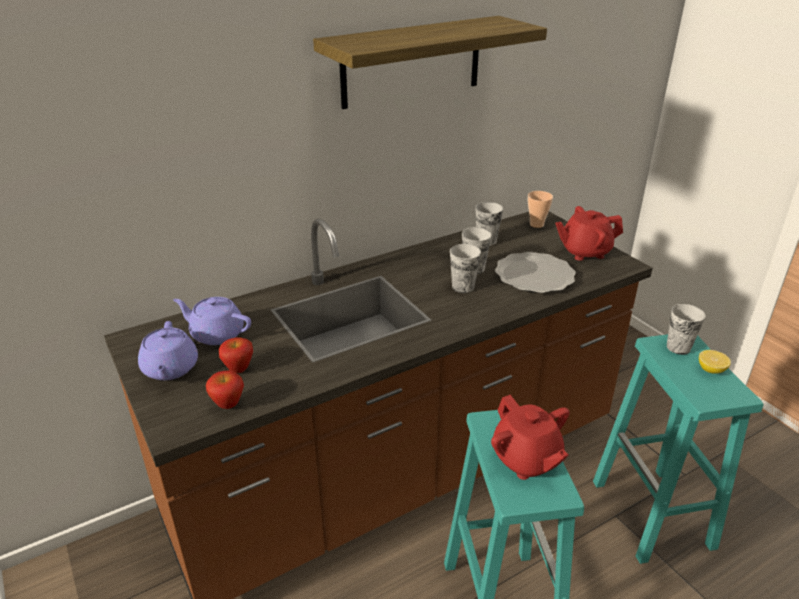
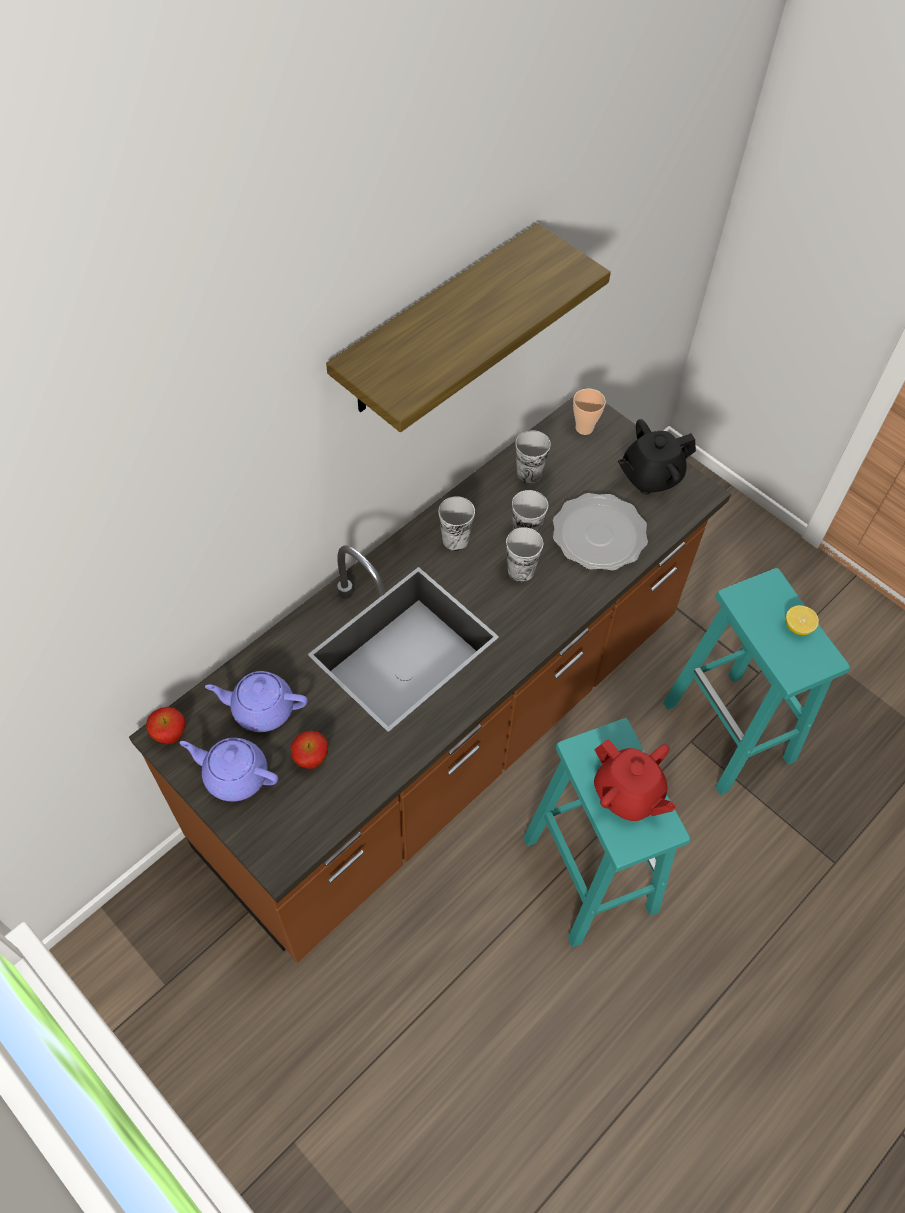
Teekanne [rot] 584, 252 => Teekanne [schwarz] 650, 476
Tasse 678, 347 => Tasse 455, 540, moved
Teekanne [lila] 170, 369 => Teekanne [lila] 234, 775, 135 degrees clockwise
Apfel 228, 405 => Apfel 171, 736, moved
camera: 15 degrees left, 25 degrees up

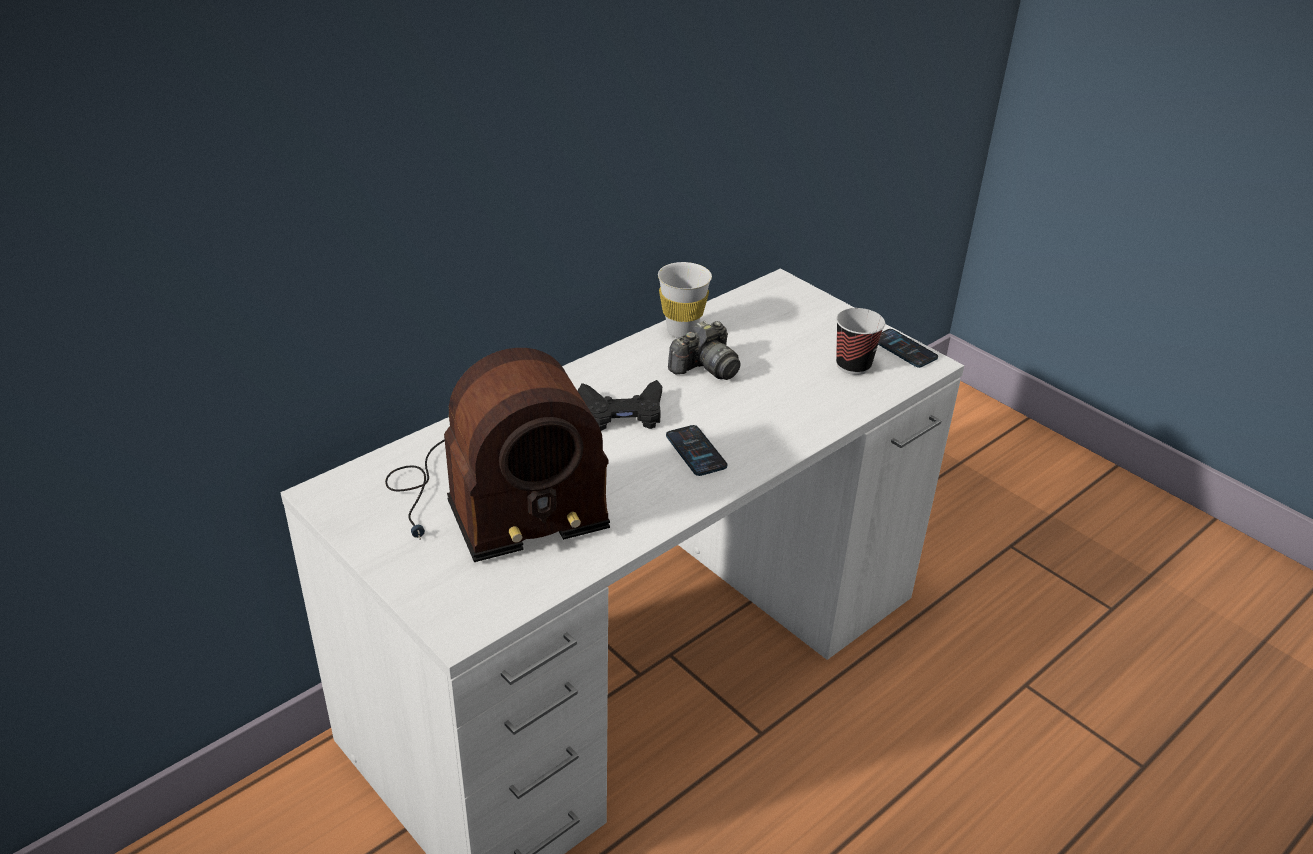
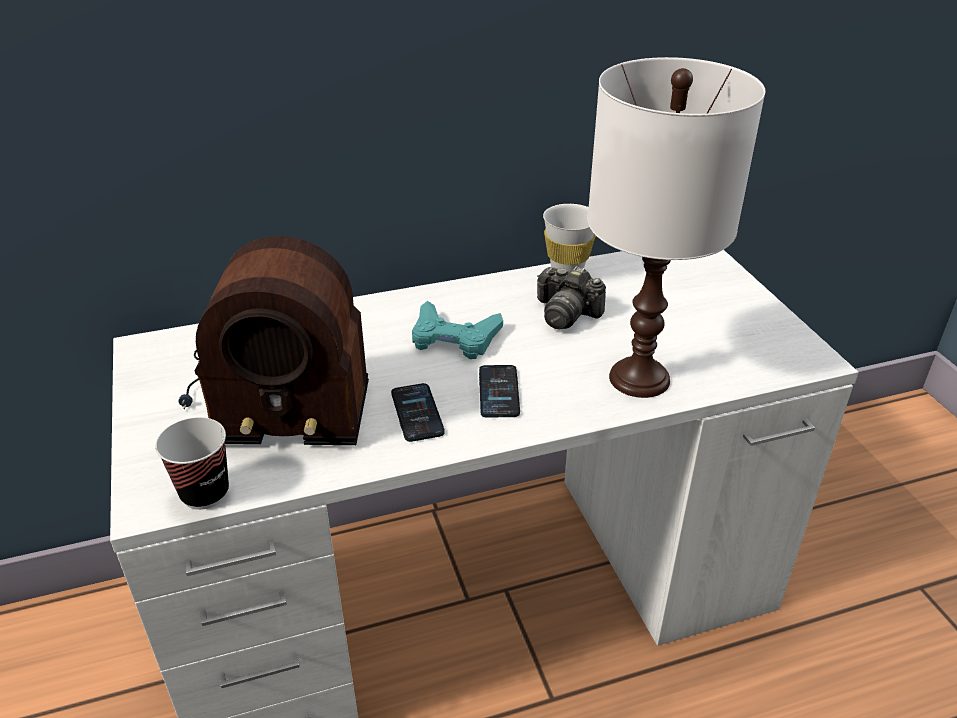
Tasse 853, 365 => Tasse 205, 493, moved
Kamera 705, 368 => Kamera 566, 314, 45 degrees clockwise
Handy 904, 349 => Handy 417, 413, moved
Gamepad [schwarz] 622, 413 => Gamepad [türkis] 454, 338
nothing => Tischlampe [weiß] 640, 378
camera: 25 degrees right, 0 degrees up

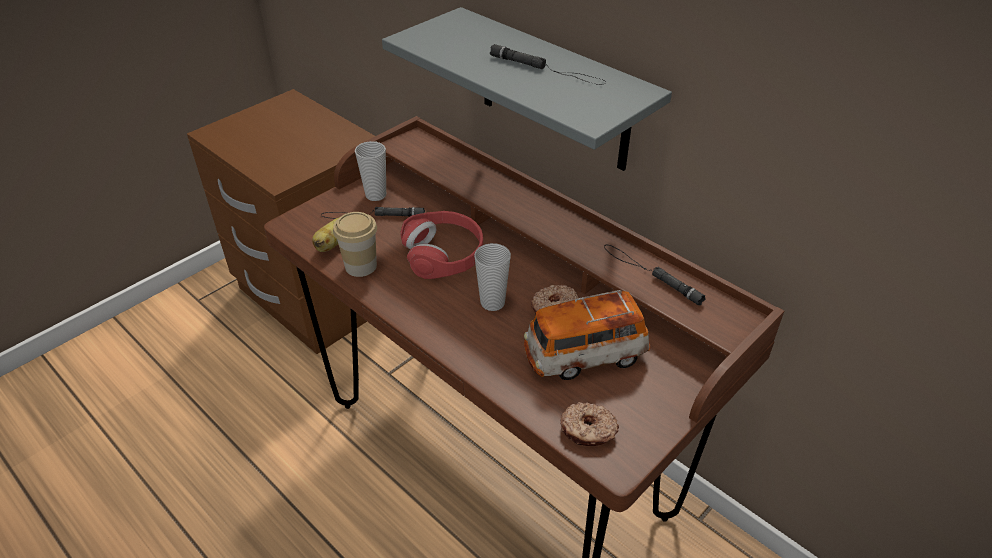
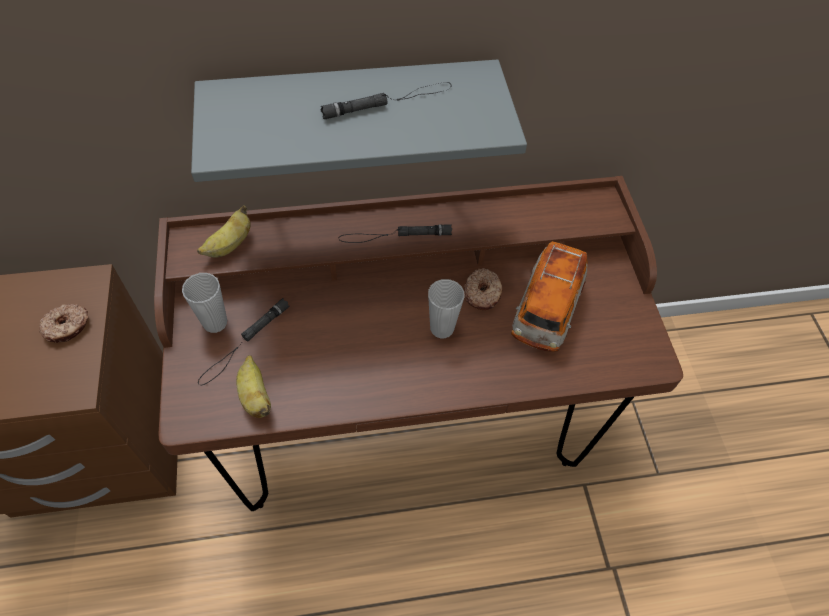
Kopfhörer [rot] 444, 254 => nothing
Tasse 361, 266 => nothing
Taschenlampe [schwarz] 650, 274 => Taschenlampe [schwarz] 395, 236, moved
Donut 588, 431 => Donut 67, 327, moved
nothing => Banane 229, 245
camera: 55 degrees left, 15 degrees up

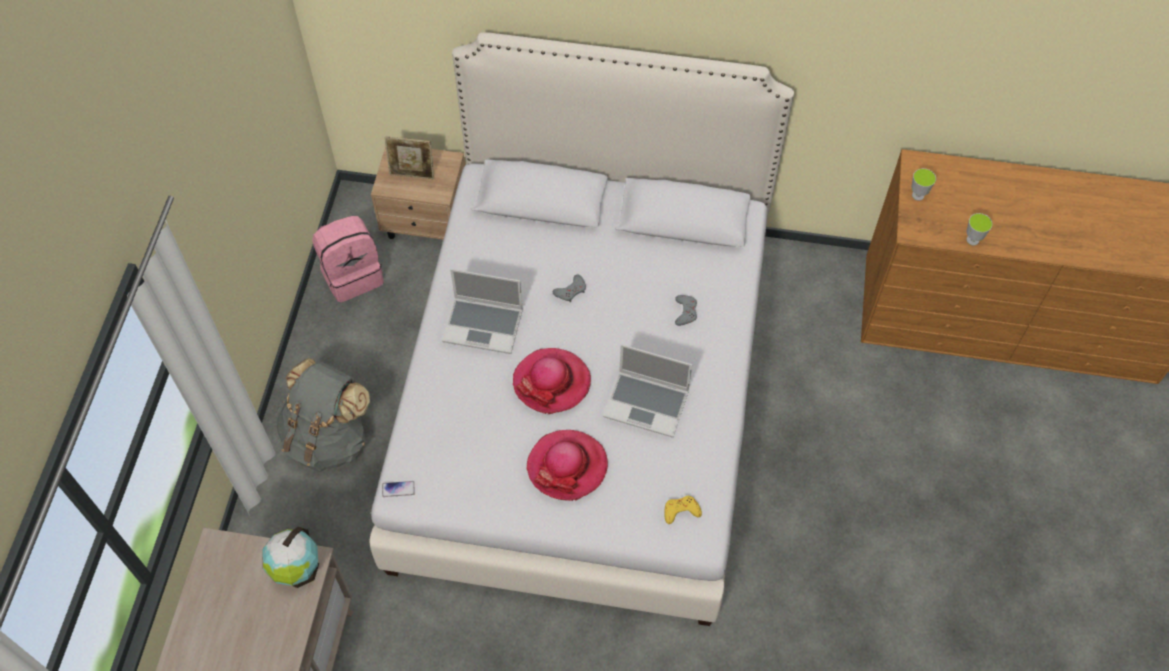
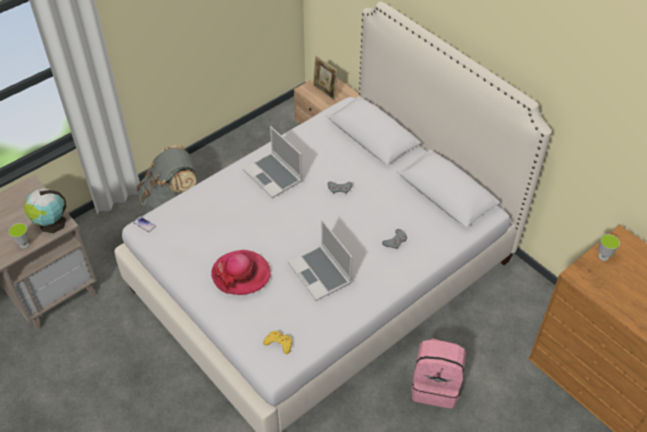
Tasse 972, 240 => Tasse 24, 244, moved
Rucksack [rosa] 352, 275 => Rucksack [rosa] 436, 386, moved
Hut 551, 382 => nothing
camera: 40 degrees right, 10 degrees down

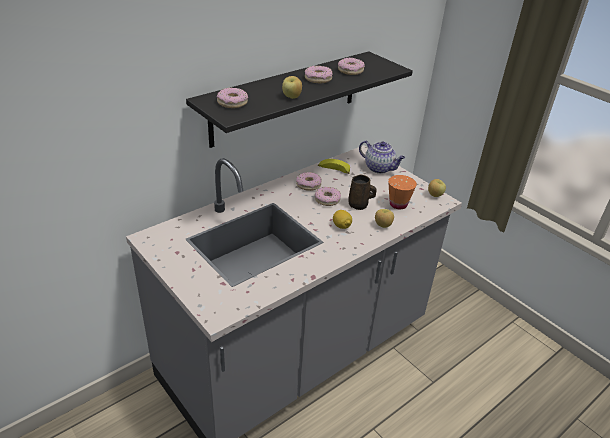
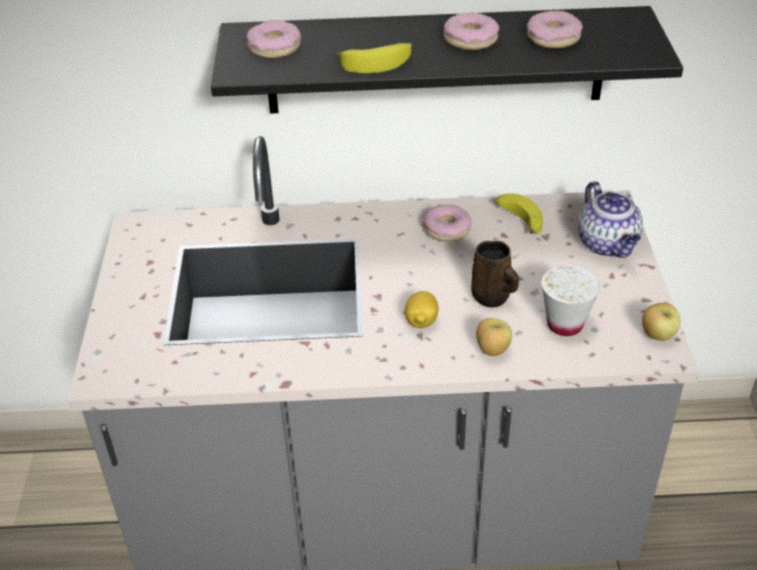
Apfel 292, 97 => Banane 378, 63
Tasse [orange] 398, 204 => Tasse [weiß] 564, 324
Donut 327, 199 => nothing
camera: 40 degrees right, 5 degrees up

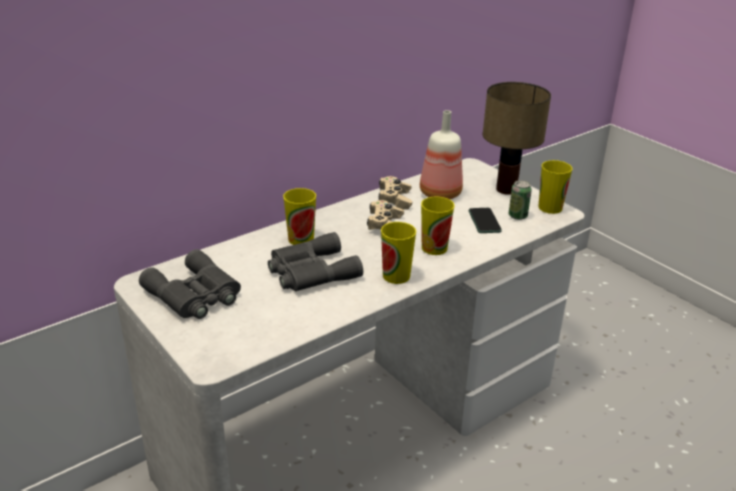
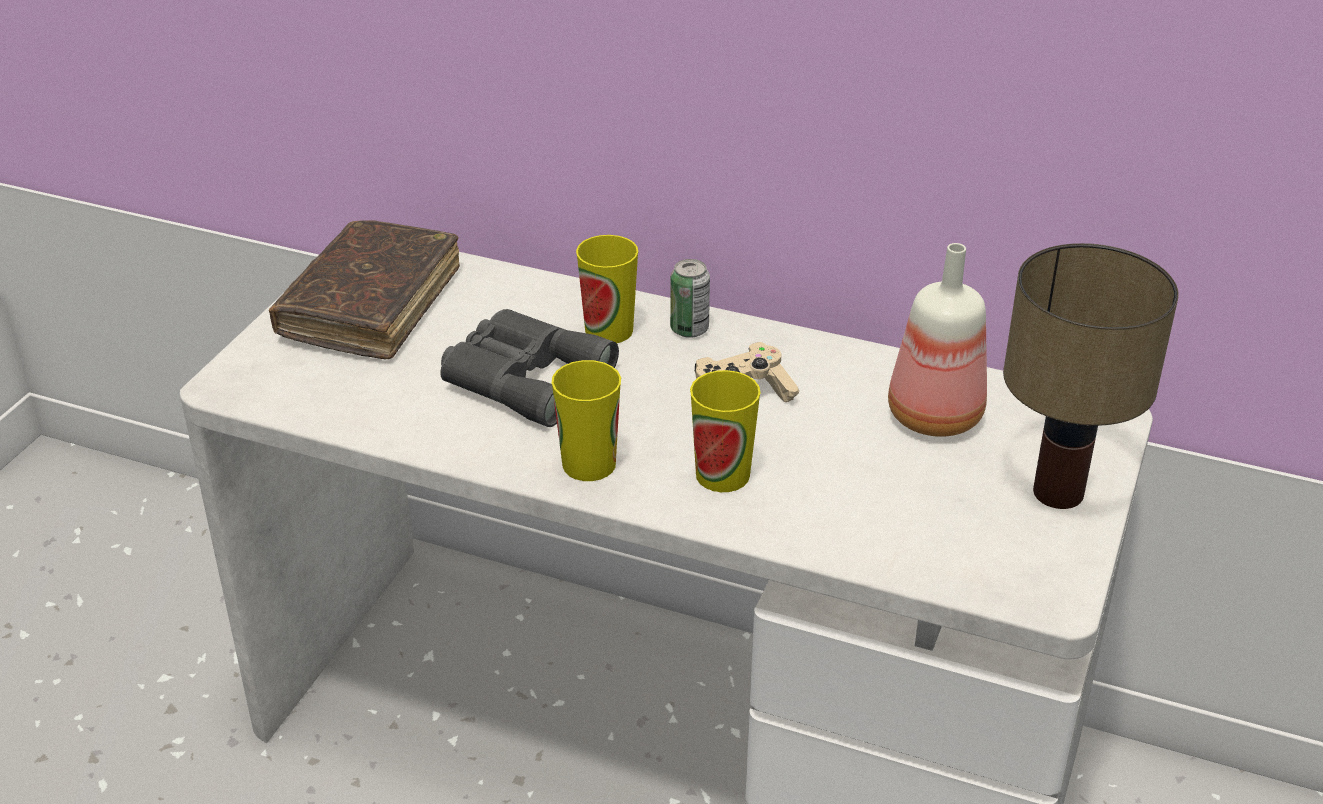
Tasse 550, 207 => nothing
Gamepad [beige] 394, 200 => nothing
Dose 517, 216 => Dose 689, 329, moved
Handy 484, 221 => nothing
Fernglas [grau] 195, 295 => Buch [braun] 371, 305
camera: 60 degrees right, 5 degrees up

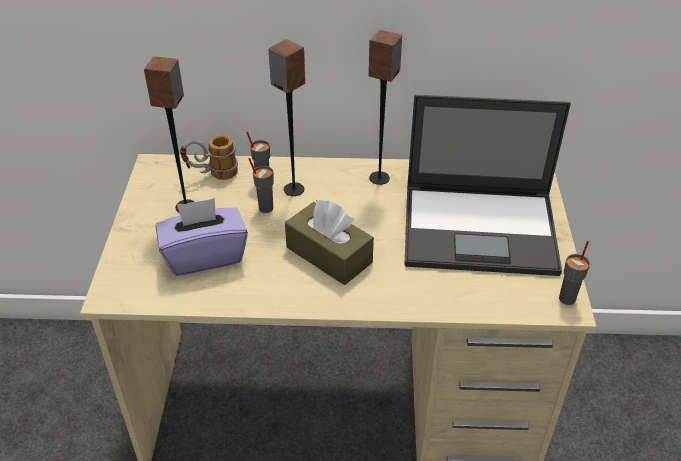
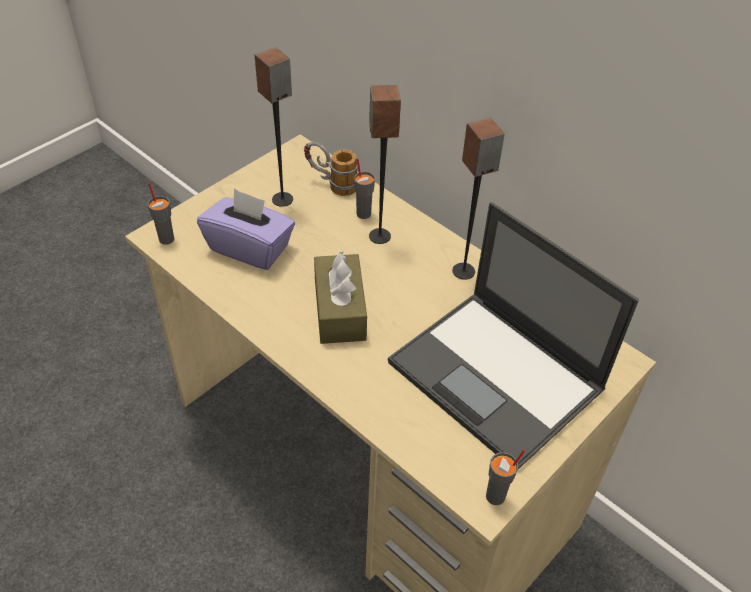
Tasse [grau] 265, 207 => Tasse [grau] 166, 239, moved
camera: 40 degrees right, 5 degrees up

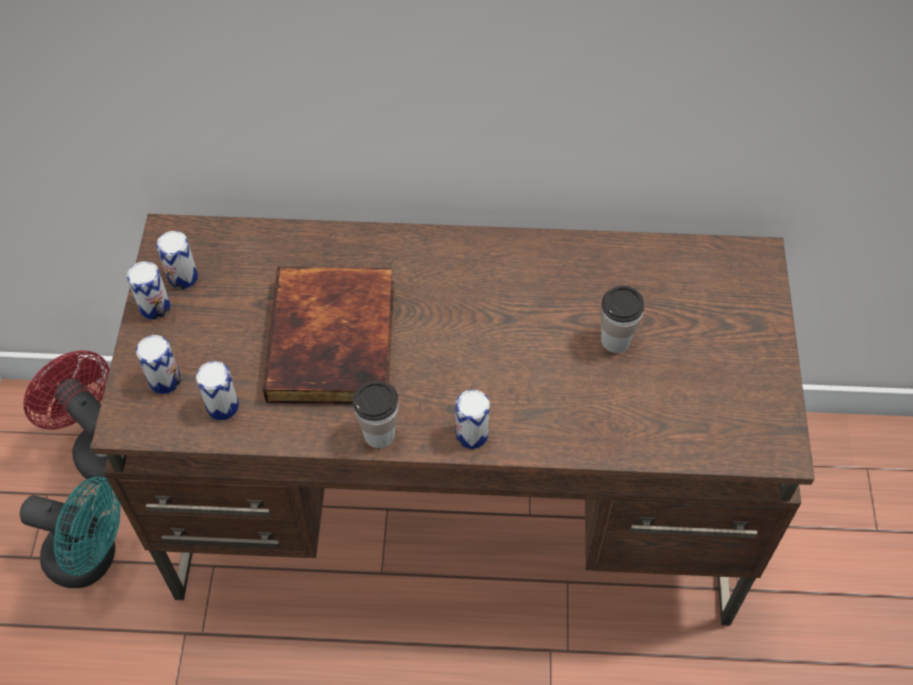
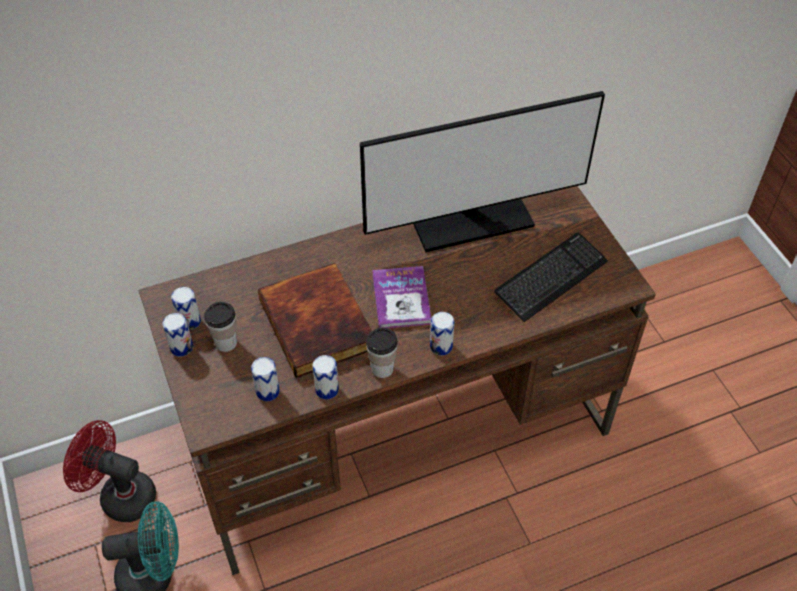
Tasse 615, 340 => Tasse 226, 343, moved
Dose 165, 380 => Dose 327, 389, moved
nothing => Monitor 471, 220
nothing => Tastatur 551, 278
nothing => Buch 401, 299
camera: 25 degrees left, 5 degrees down

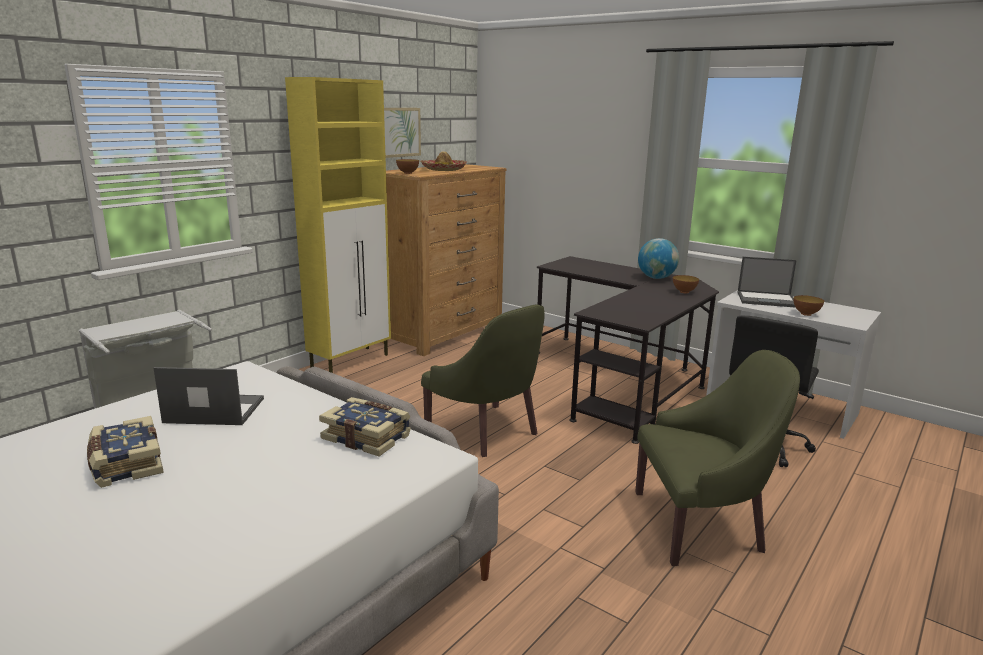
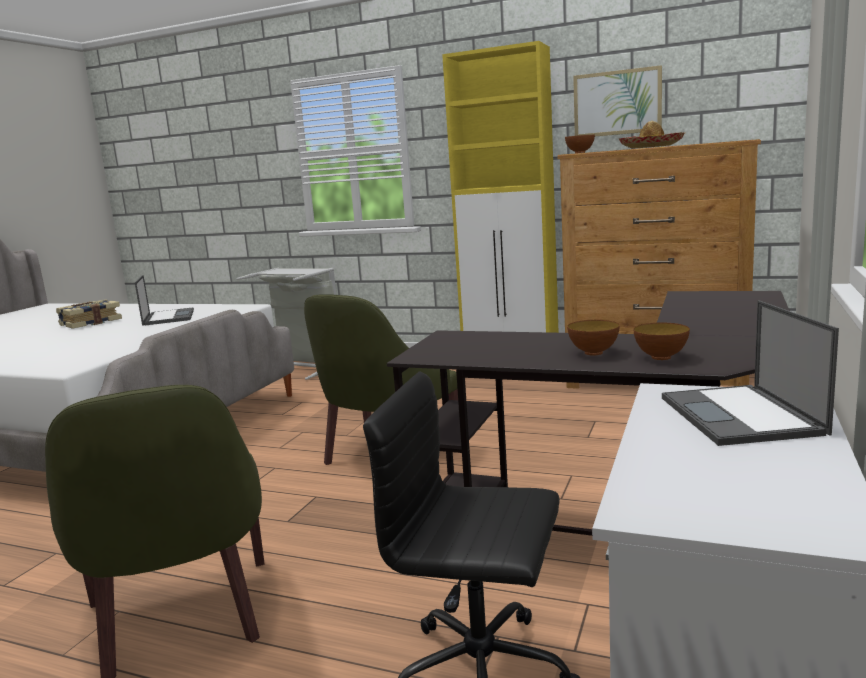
Globus 656, 278 => nothing
Schüssel 806, 314 => Schüssel 593, 353, moved
Buch 367, 437 => nothing
camera: 75 degrees right, 5 degrees down

